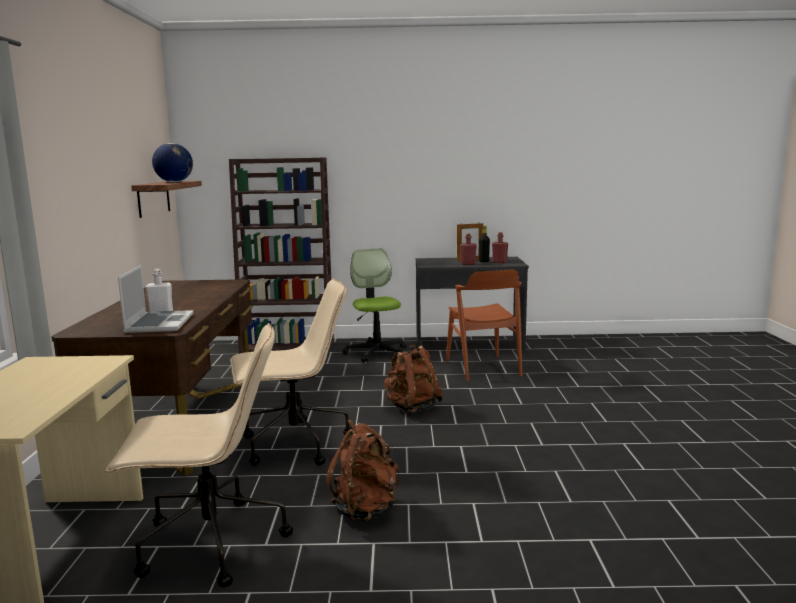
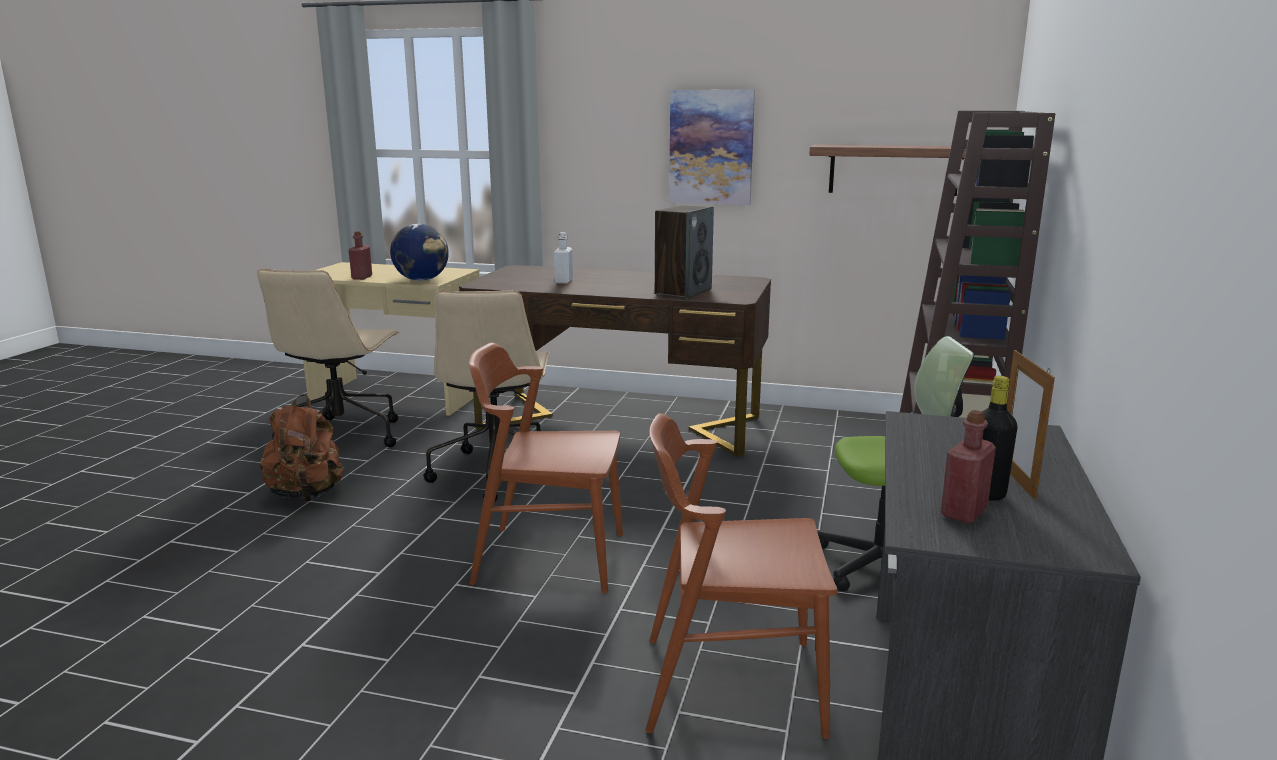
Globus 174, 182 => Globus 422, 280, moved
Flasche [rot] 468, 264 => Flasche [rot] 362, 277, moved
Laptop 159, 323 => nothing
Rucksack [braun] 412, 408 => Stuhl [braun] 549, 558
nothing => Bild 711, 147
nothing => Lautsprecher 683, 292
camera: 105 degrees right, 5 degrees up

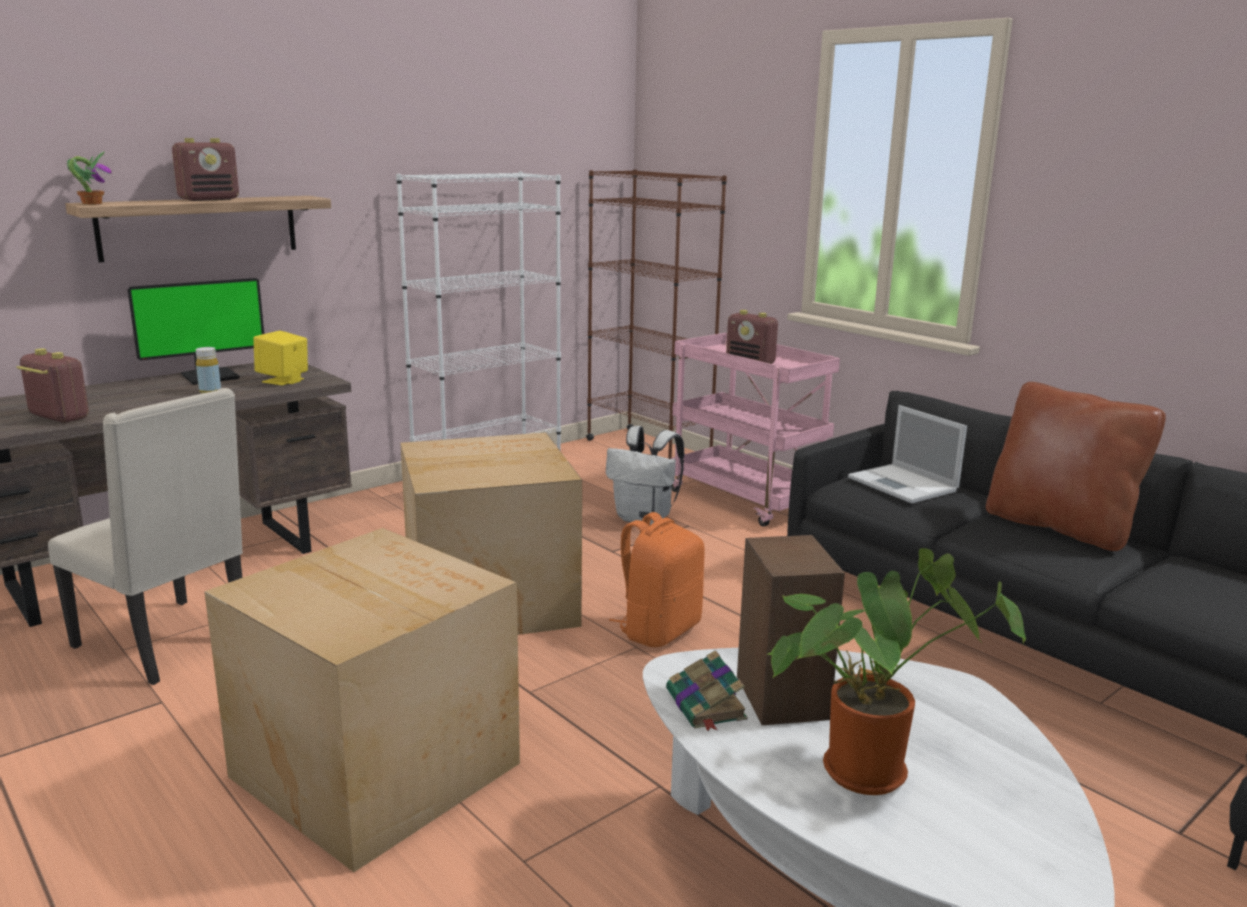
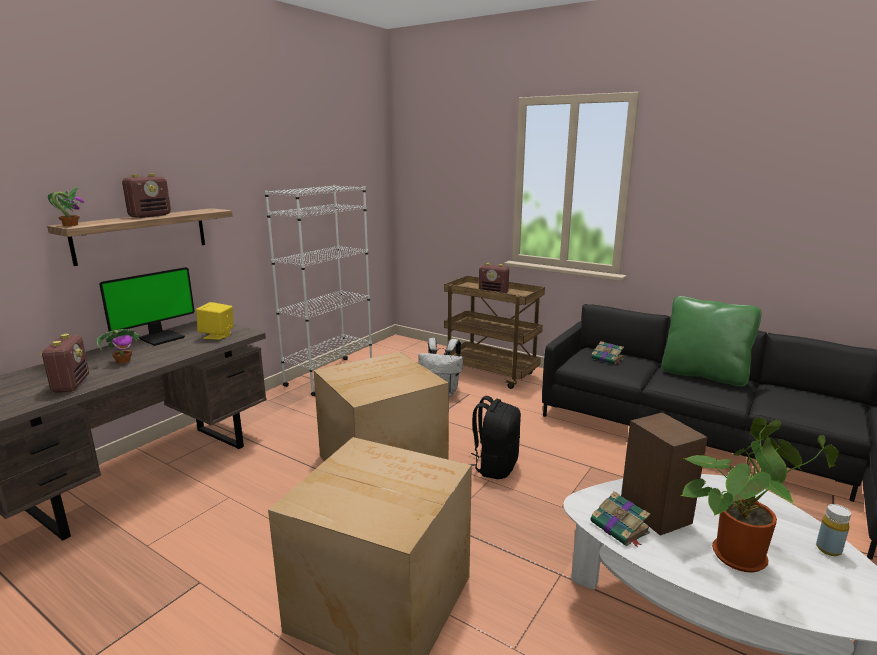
Bücherregal [braun] 648, 449 => nothing
Rollwagen [rosa] 747, 501 => Rollwagen [braun] 492, 373
Flasche [gelb] 210, 391 => Flasche [gelb] 828, 549, moved
Radio 58, 417 => Radio 71, 384, 60 degrees clockwise
Kissen [braun] 1059, 526 => Kissen [grün] 703, 375
Stuhl [beige] 169, 643 => nothing
Laptop 904, 485 => Buch 607, 359
Rucksack [orange] 659, 630 => Rucksack [schwarz] 494, 466
nothing => Topfpflanze 124, 361
camera: 15 degrees left, 0 degrees up

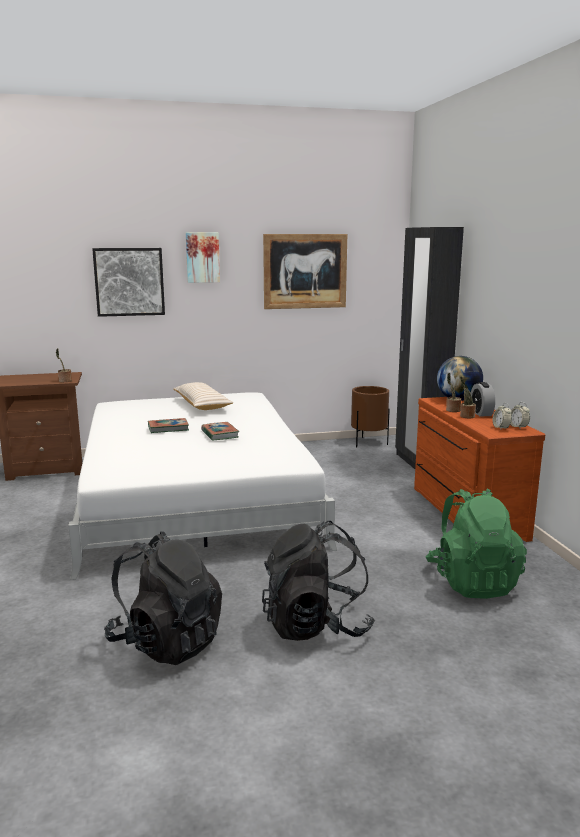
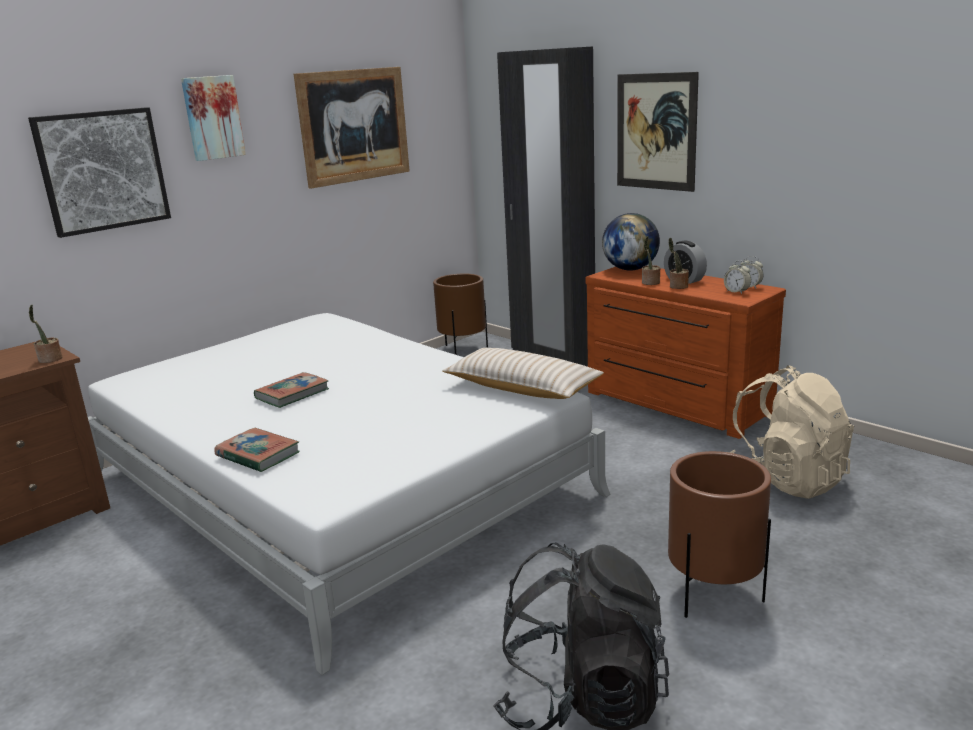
Kissen [beige] 202, 404 => Kissen [beige] 522, 388, moved
Buch 220, 434 => Buch 258, 455, moved
Rucksack [grün] 472, 582 => Rucksack [beige] 785, 479
Rucksack [schwarz] 316, 625 => Pflanzkübel [braun] 714, 595
nothing => Bild 656, 132
camera: 30 degrees left, 5 degrees up

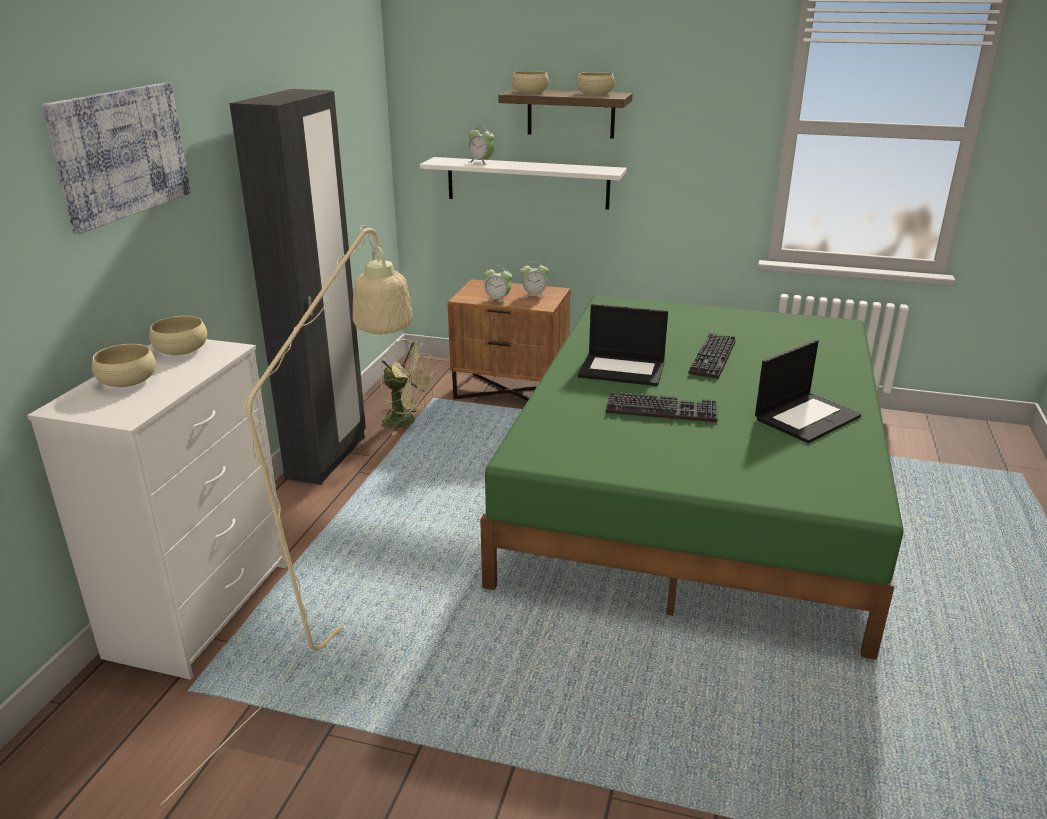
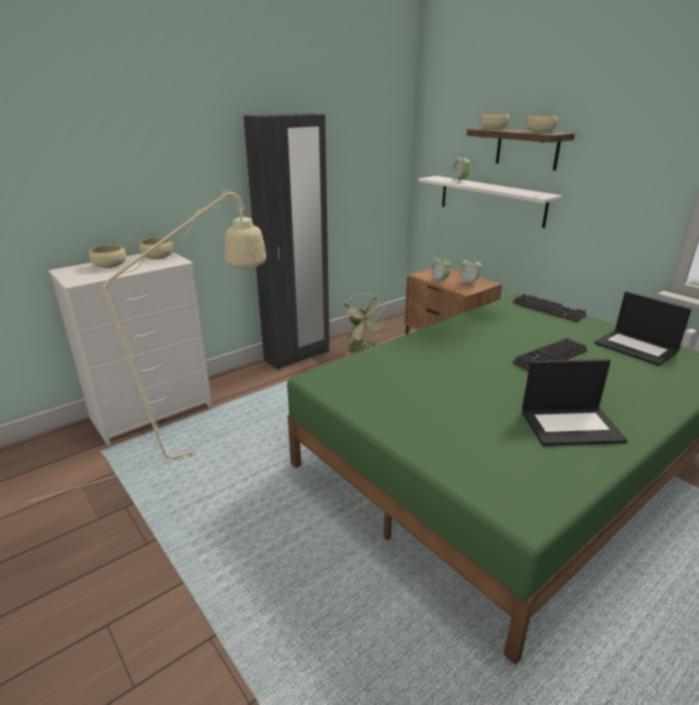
Bild 120, 153 => nothing
Laptop 623, 369 => Laptop 636, 347, moved
Tastatur 663, 409 => Tastatur 549, 309, moved
camera: 35 degrees right, 0 degrees up

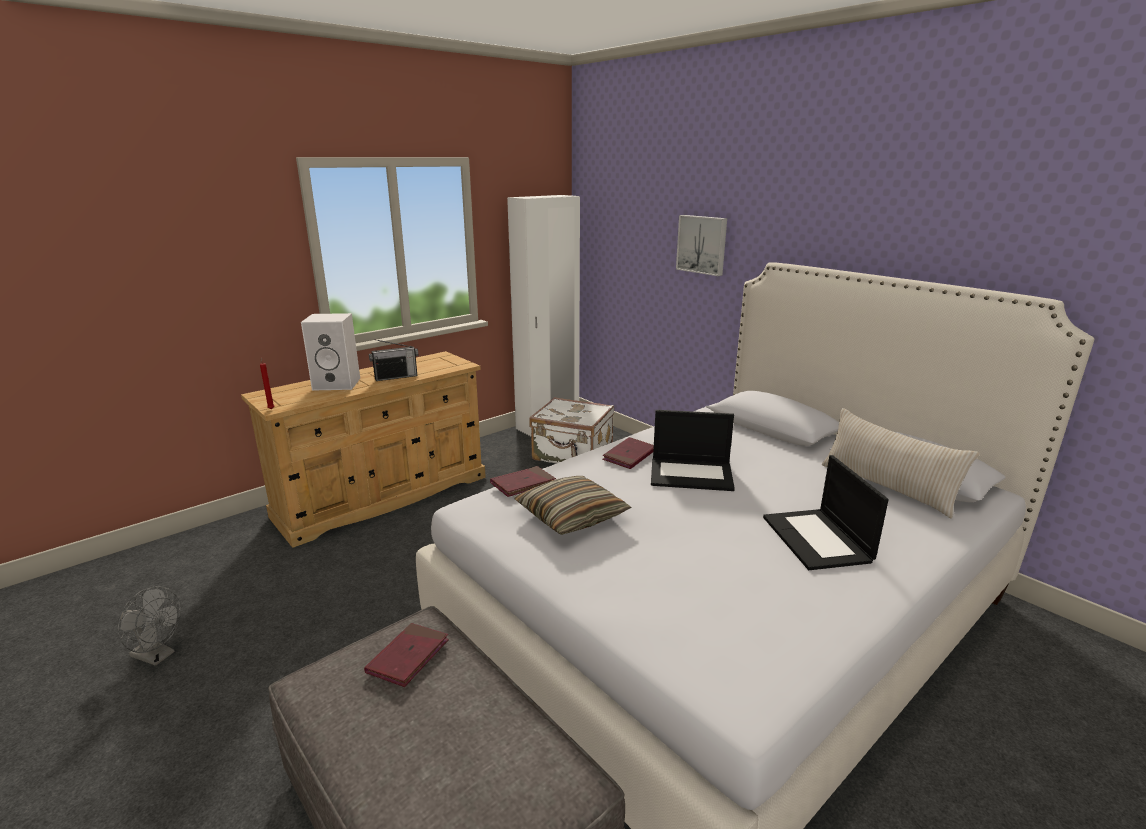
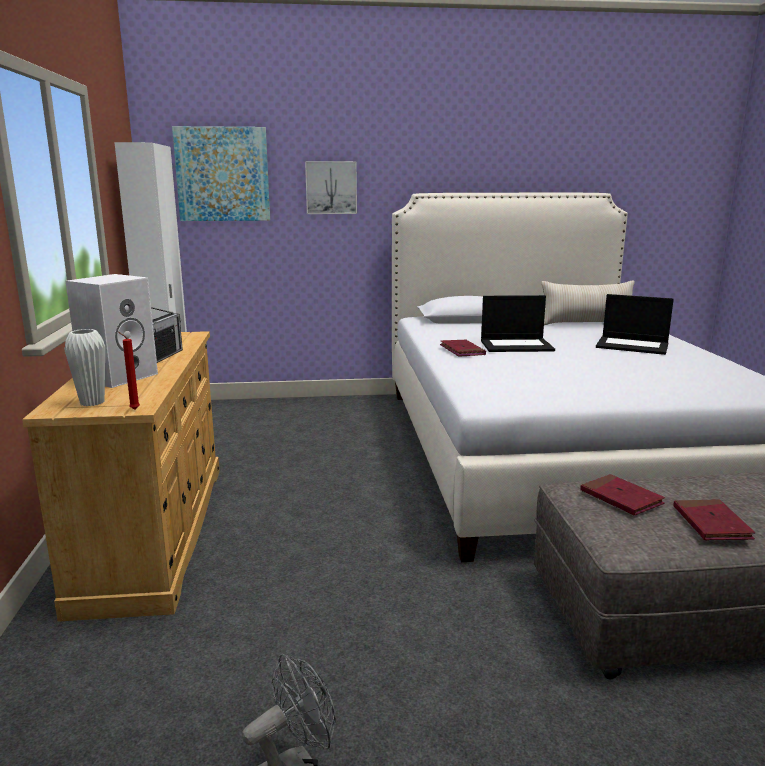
Koffer [weiß] 573, 455 => nothing
Laptop 692, 474 => Laptop 517, 345, 45 degrees clockwise
Buch [rot] 523, 484 => Buch [rot] 711, 523, moved
Kissen 571, 516 => nothing
nothing => Bild 223, 174
nothing => Vase [weiß] 92, 402
camera: 55 degrees left, 5 degrees down

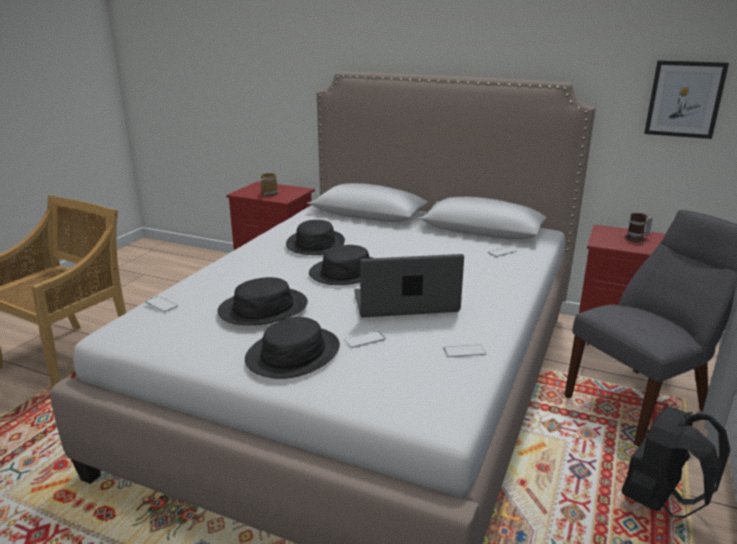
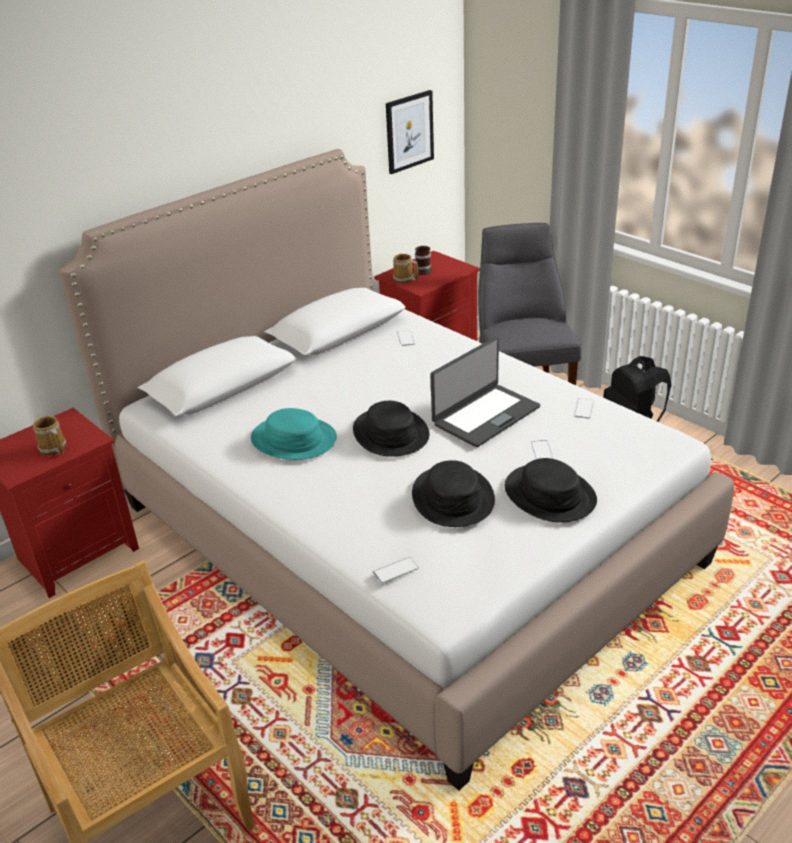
Hut [schwarz] 315, 244 => Hut [türkis] 293, 439
Laptop 405, 303 => Laptop 485, 415, 150 degrees counterclockwise
nothing => Henkelbecher 404, 279
camera: 65 degrees left, 10 degrees up

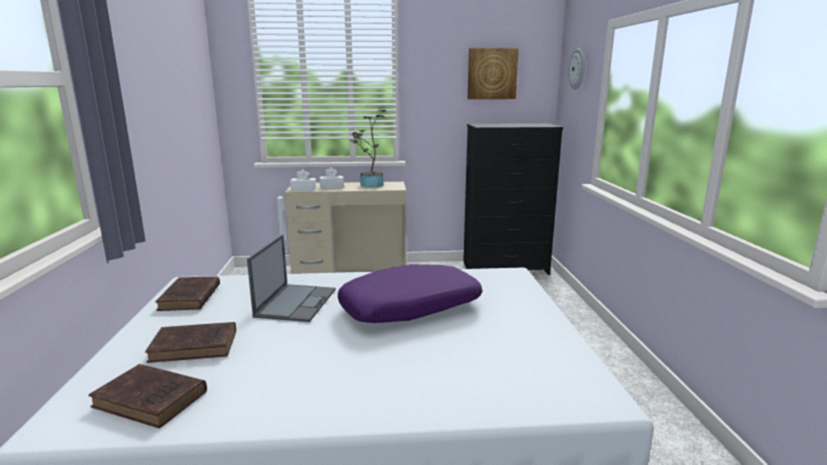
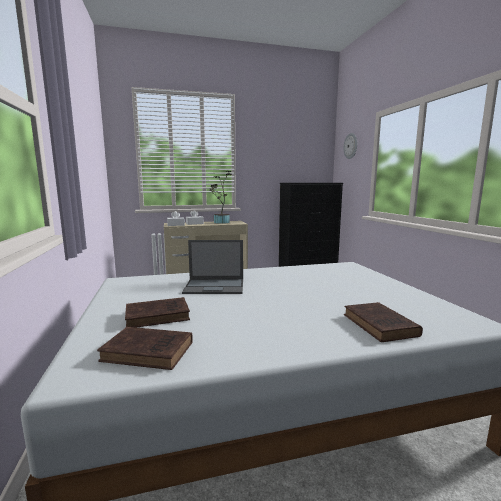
Bild 492, 74 => nothing
Laptop 296, 302 => Laptop 215, 286, 90 degrees clockwise
Kissen [lila] 410, 308 => nothing
Buch [braun] 189, 298 => Buch [braun] 381, 326, moved
camera: 10 degrees left, 5 degrees down

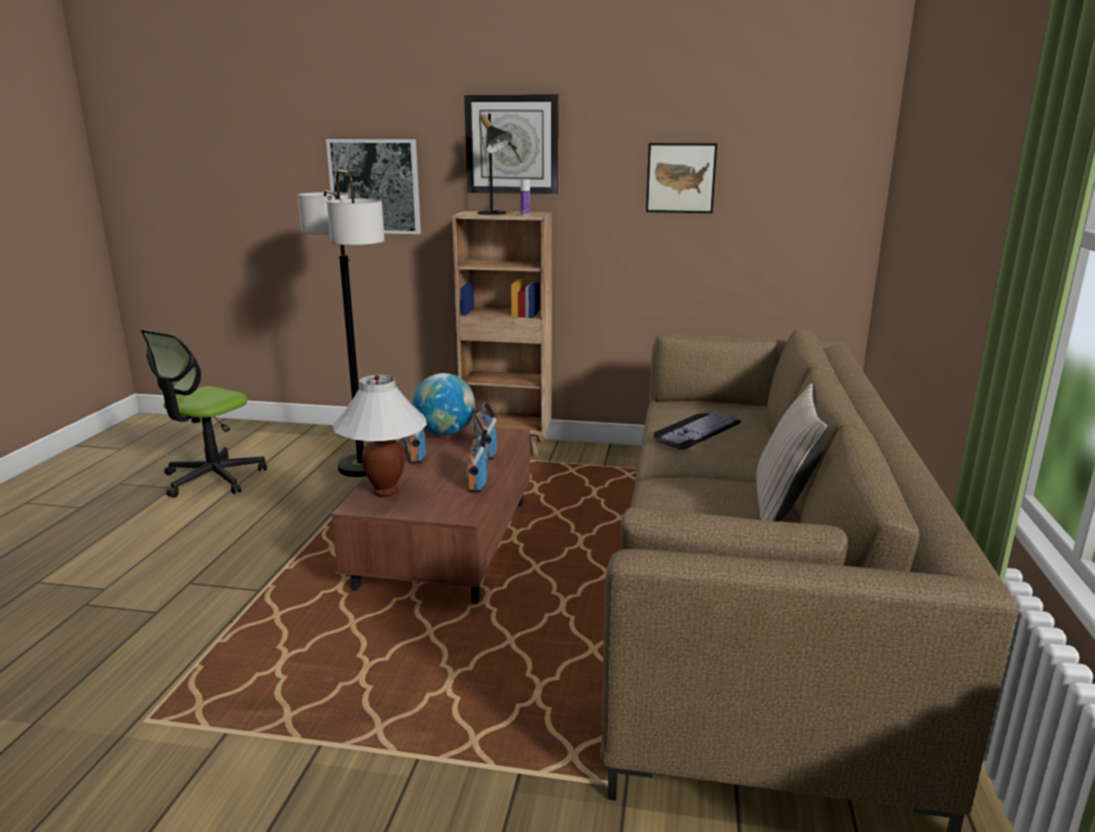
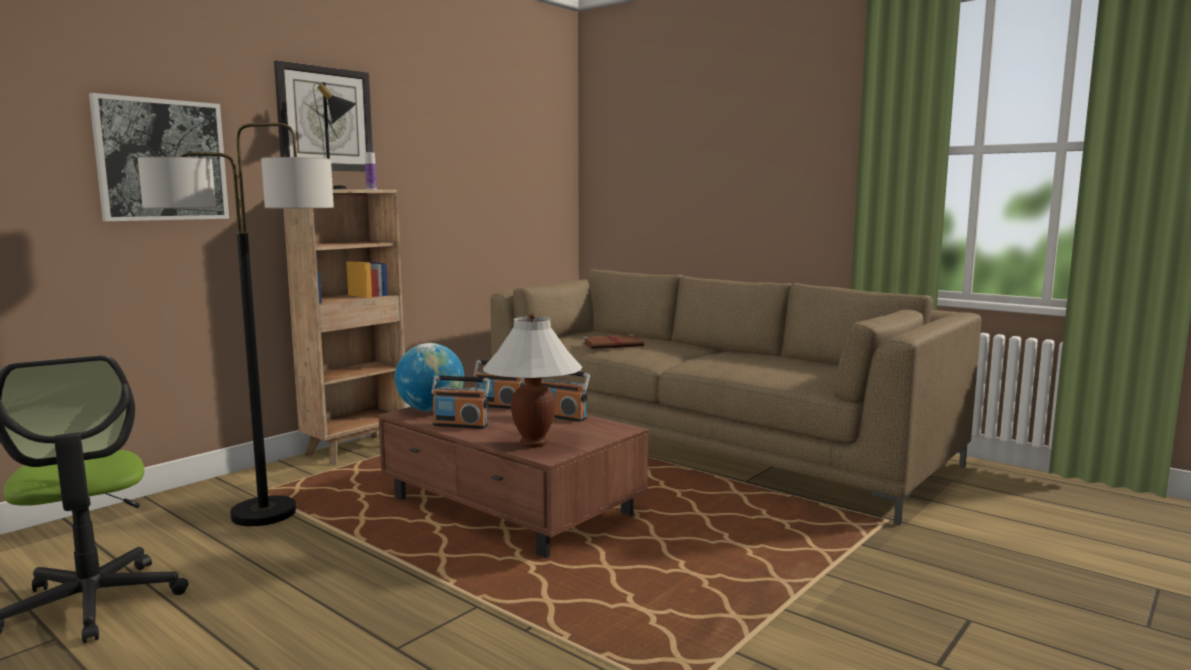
Bild 680, 178 => nothing
Kissen [beige] 782, 511 => nothing
Tastatur 694, 429 => Buch [braun] 614, 345
camera: 60 degrees left, 10 degrees down

